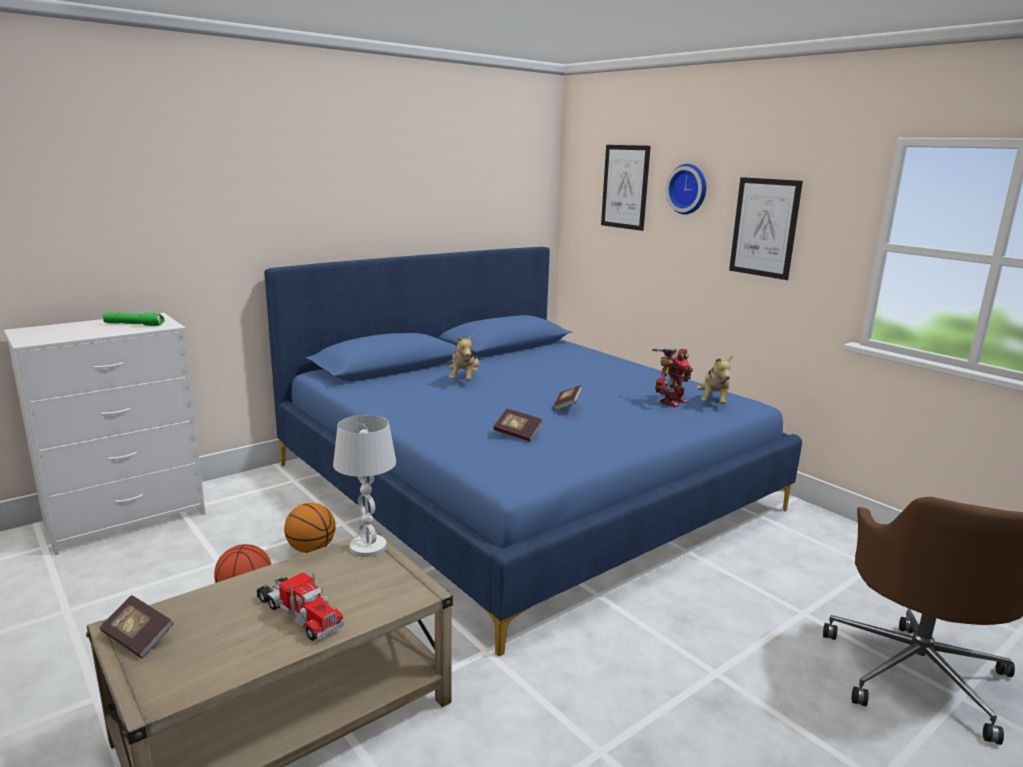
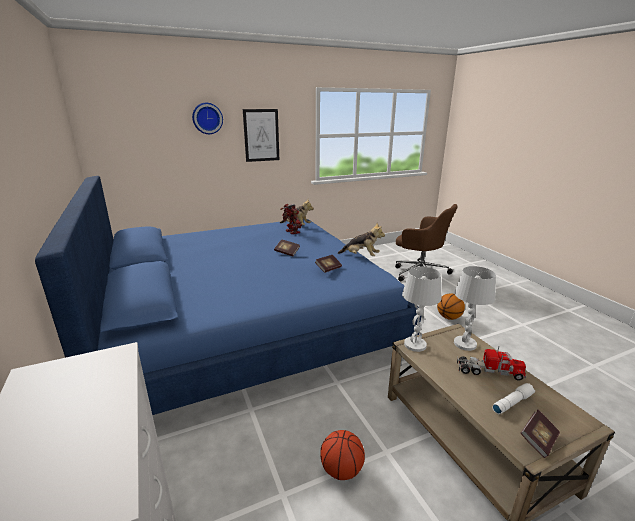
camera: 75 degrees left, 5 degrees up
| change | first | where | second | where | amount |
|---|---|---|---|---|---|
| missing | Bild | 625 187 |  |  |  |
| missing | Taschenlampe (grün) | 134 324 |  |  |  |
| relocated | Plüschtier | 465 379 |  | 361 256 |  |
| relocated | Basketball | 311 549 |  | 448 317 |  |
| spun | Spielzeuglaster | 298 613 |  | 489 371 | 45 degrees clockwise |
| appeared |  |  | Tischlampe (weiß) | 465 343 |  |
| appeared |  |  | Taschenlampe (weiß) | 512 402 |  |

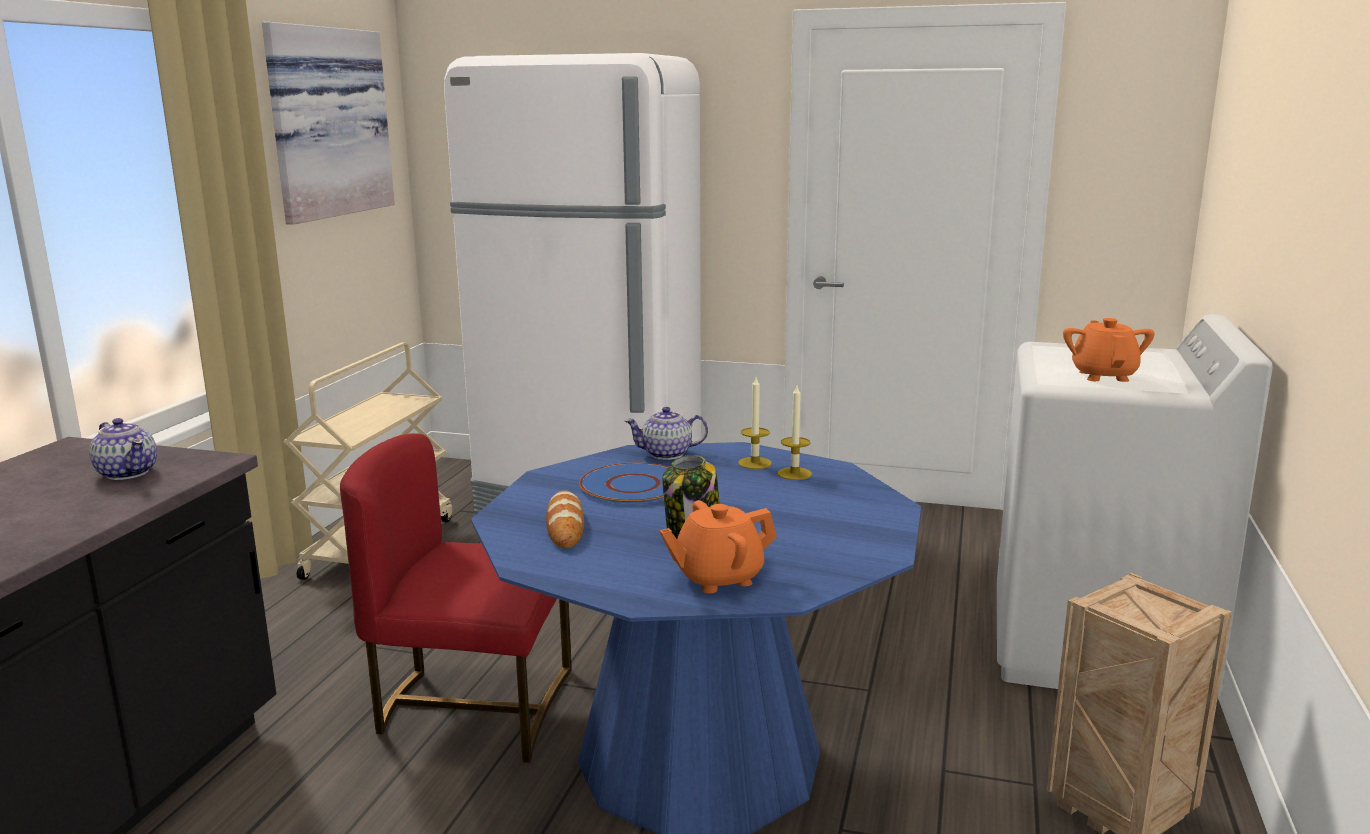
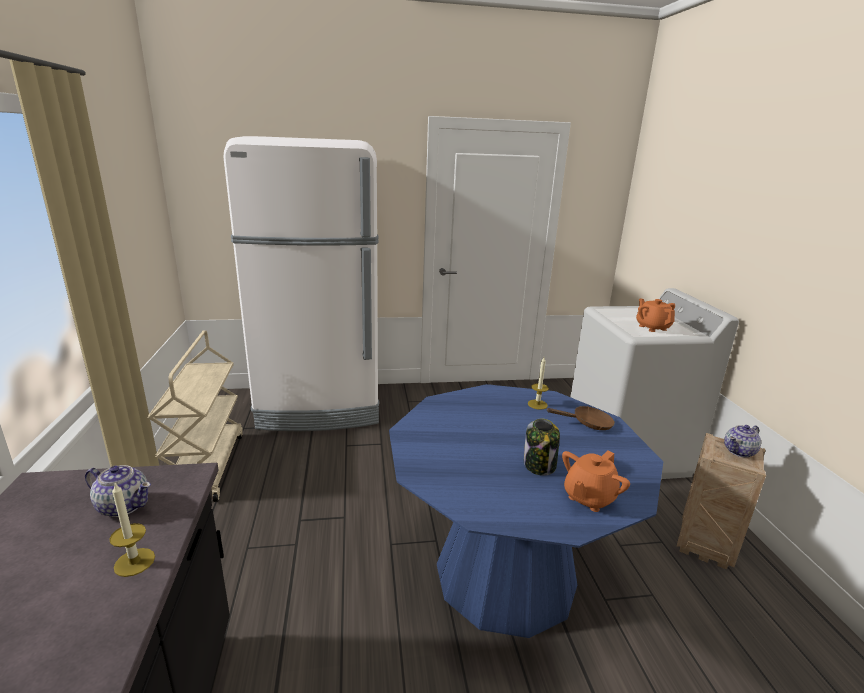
camera: 25 degrees left, 5 degrees up
| change | first | where | second | where | amount |
|---|---|---|---|---|---|
| missing | Bild | 325 122 |  |  |  |
| relocated | Kerze | 754 463 |  | 134 562 |  |
| relocated | Teekanne | 667 454 |  | 739 451 |  |
| missing | Stuhl (rot) | 473 707 |  |  |  |
| missing | Teller (blau) | 634 485 |  |  |  |
| missing | Brot | 565 525 |  |  |  |
| appeared |  |  | Pfanne (braun) | 588 423 |  |

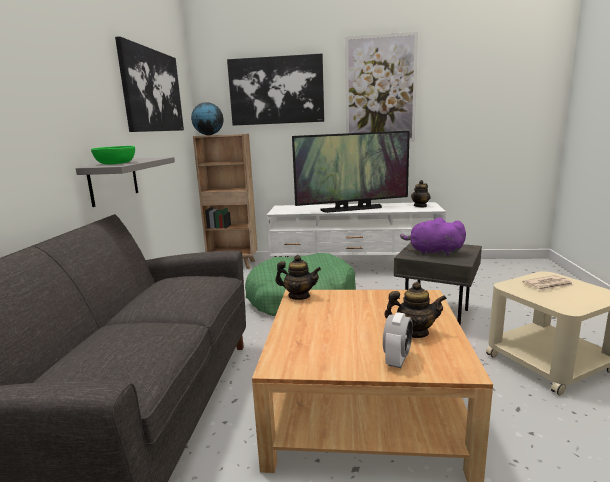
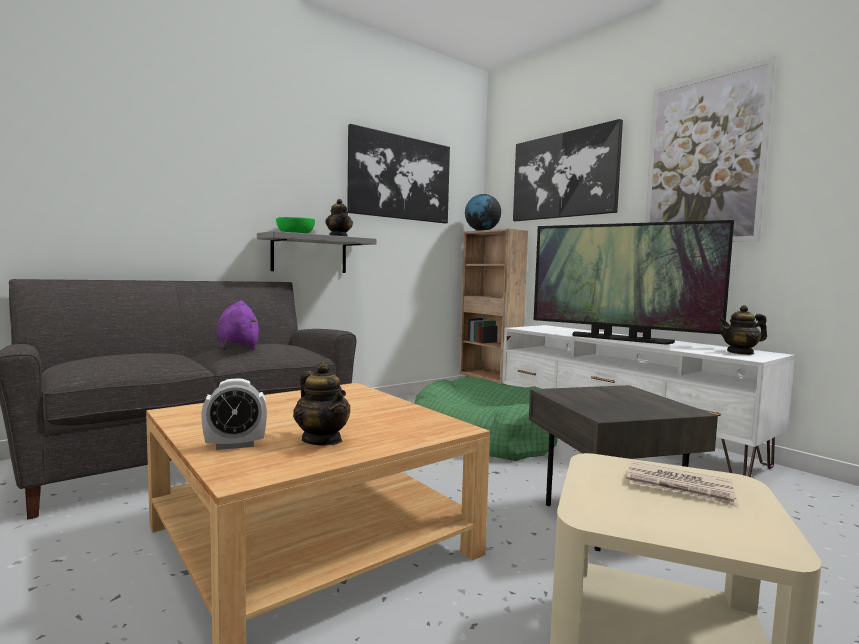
camera: 45 degrees right, 10 degrees down
| change | first | where | second | where | amount |
|---|---|---|---|---|---|
| relocated | Plüschtier (lila) | 433 252 |  | 238 348 |  |
| relocated | Teekanne | 299 296 |  | 339 236 |  |

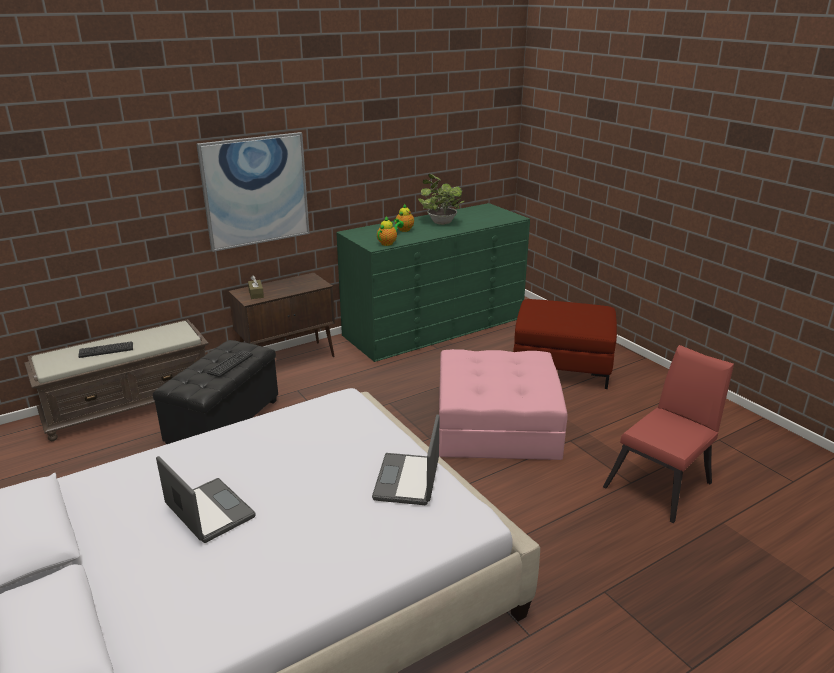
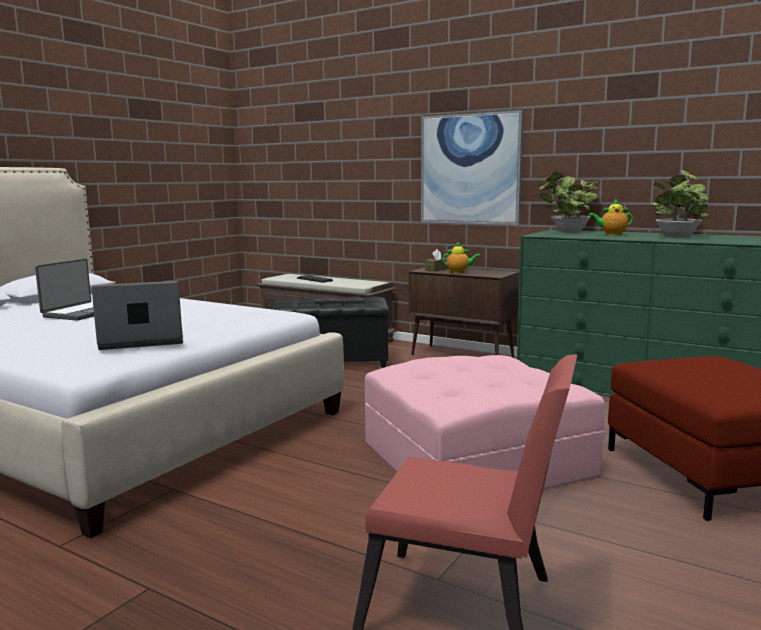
camera: 65 degrees right, 15 degrees down
| change | first | where | second | where | amount |
|---|---|---|---|---|---|
| relocated | Teekanne | 388 243 |  | 459 272 |  |
| appeared |  |  | Topfpflanze | 567 232 |  |

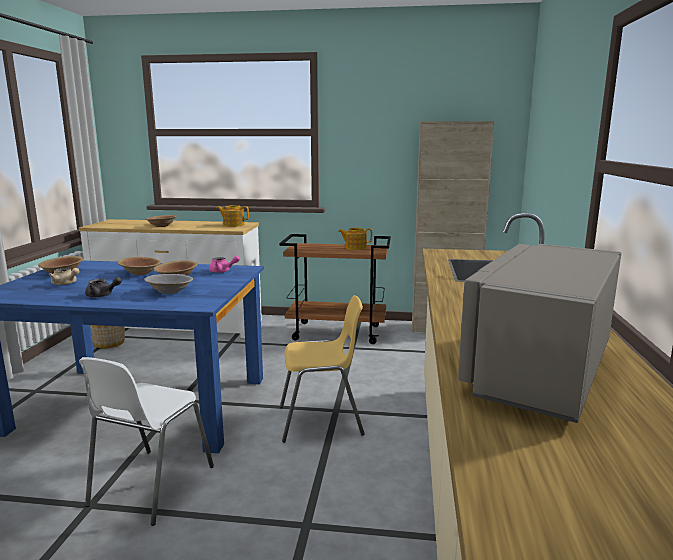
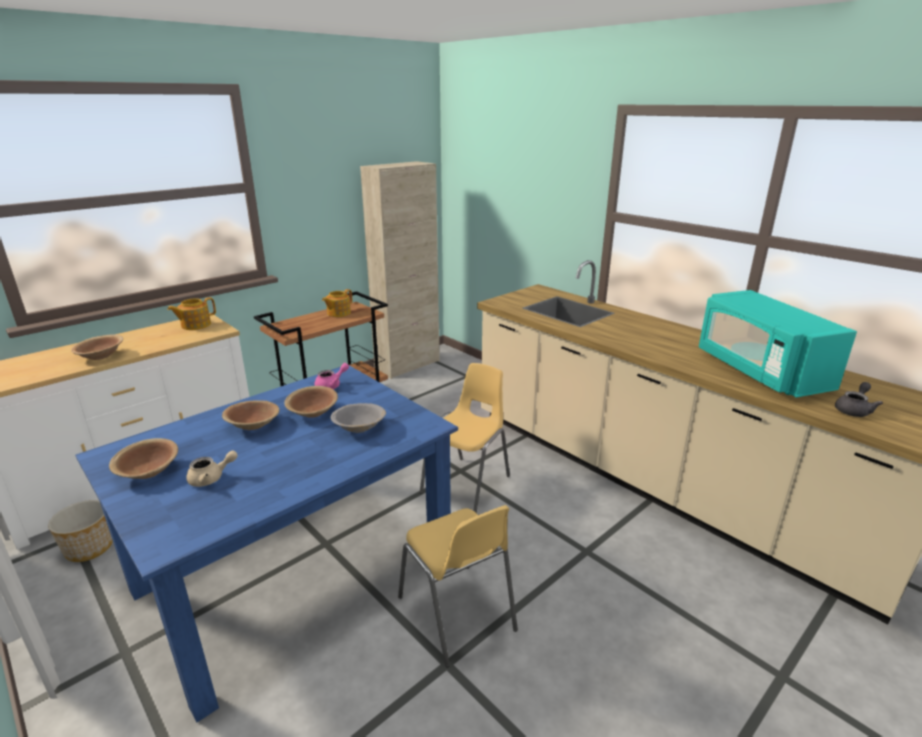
camera: 50 degrees left, 10 degrees up
| change | first | where | second | where | amount |
|---|---|---|---|---|---|
| colour | Mikrowelle (grau) | 539 369 | Mikrowelle (türkis) | 759 371 |  |
| relocated | Teekanne (grau) | 102 295 |  | 854 410 |  |
| colour | Stuhl (weiß) | 150 486 | Stuhl (gelb) | 457 614 |  |

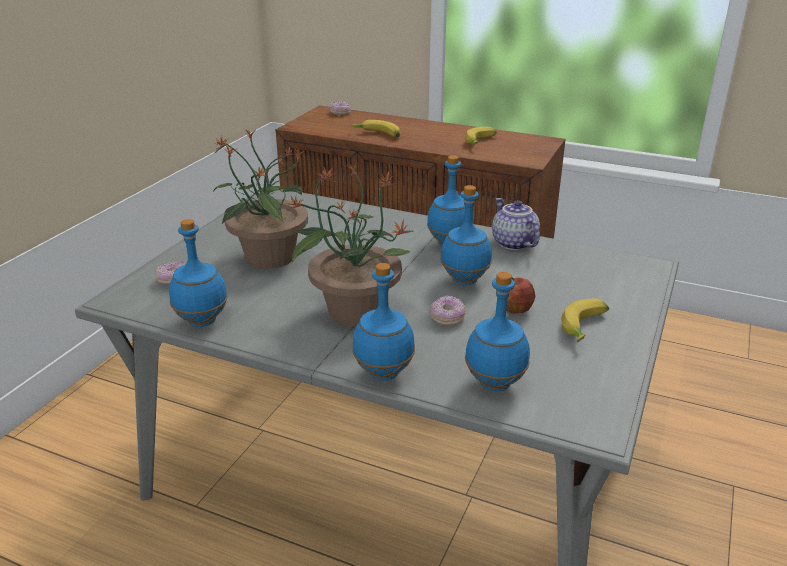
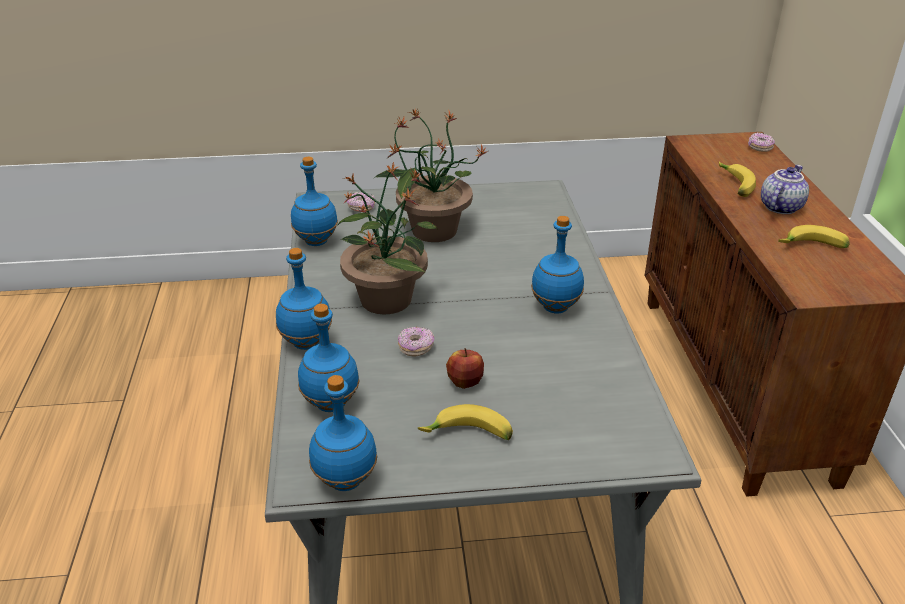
camera: 60 degrees right, 5 degrees up
| change | first | where | second | where | amount |
|---|---|---|---|---|---|
| relocated | Flasche (blau) | 465 281 |  | 345 481 |  |
| relocated | Teekanne | 512 243 |  | 779 207 |  |

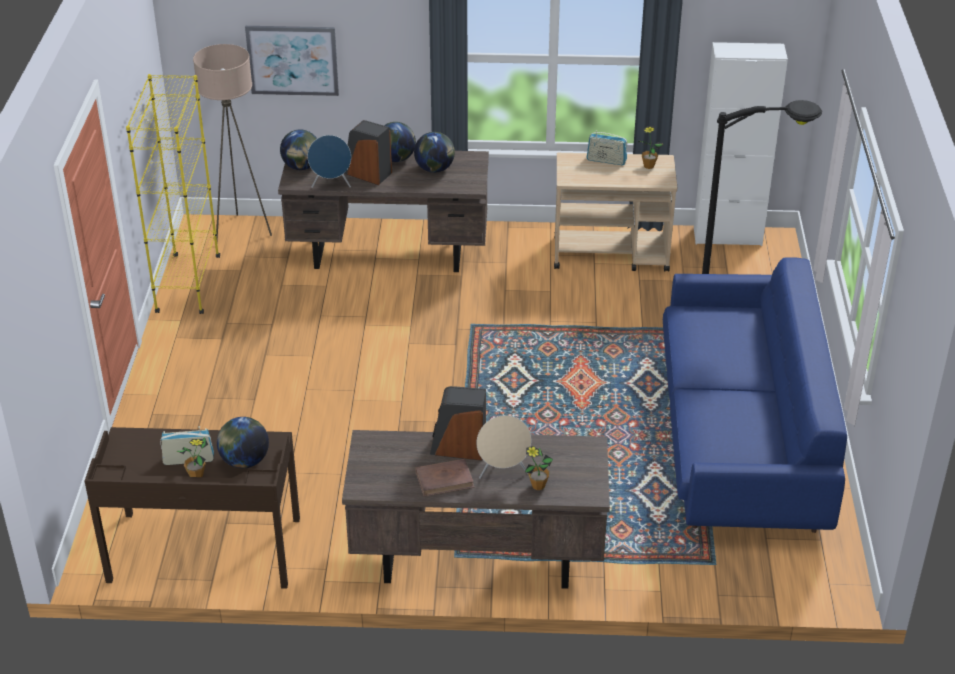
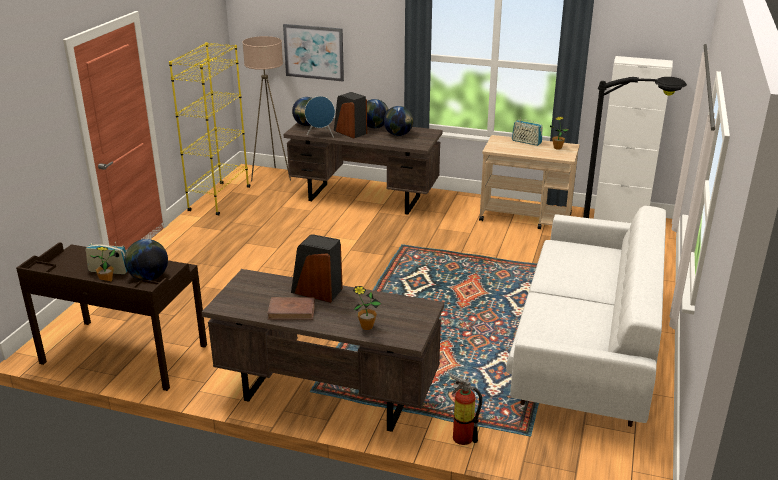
camera: 15 degrees right, 10 degrees down
| change | first | where | second | where | amount |
|---|---|---|---|---|---|
| colour | Sofa (blau) | 740 438 | Sofa (weiß) | 585 346 |  |
| missing | Lautsprecher (beige) | 503 472 |  |  |  |
| appeared |  |  | Feuerlöscher | 461 436 |  |

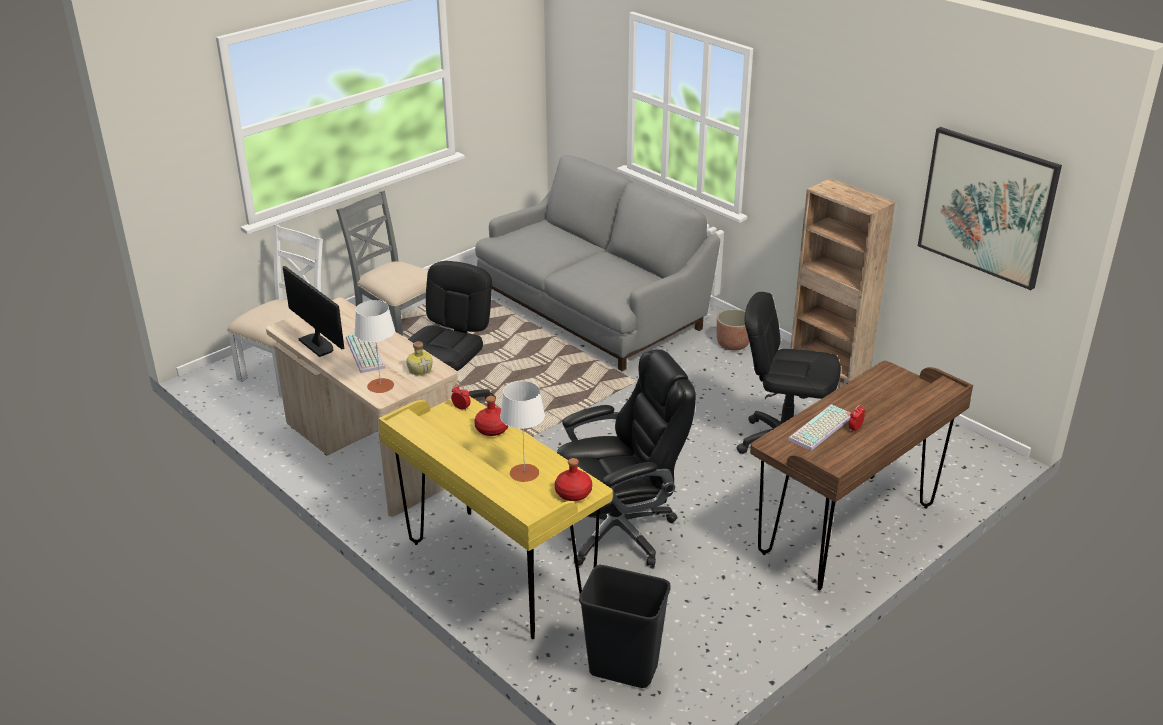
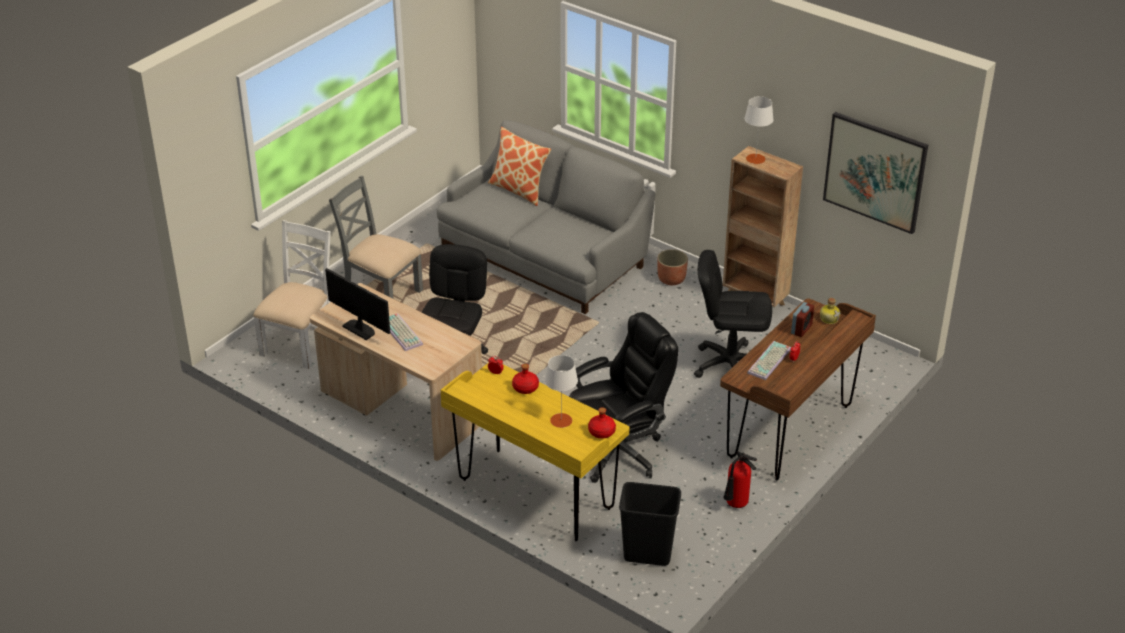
camera: 10 degrees left, 5 degrees up
| change | first | where | second | where | amount |
|---|---|---|---|---|---|
| relocated | Tischlampe (weiß) | 380 385 |  | 755 158 |  |
| relocated | Flasche | 420 369 |  | 829 318 |  |
| appeared |  |  | Kissen | 519 190 |  |
| appeared |  |  | Wecker | 801 329 |  |
| appeared |  |  | Feuerlöscher | 735 505 |  |

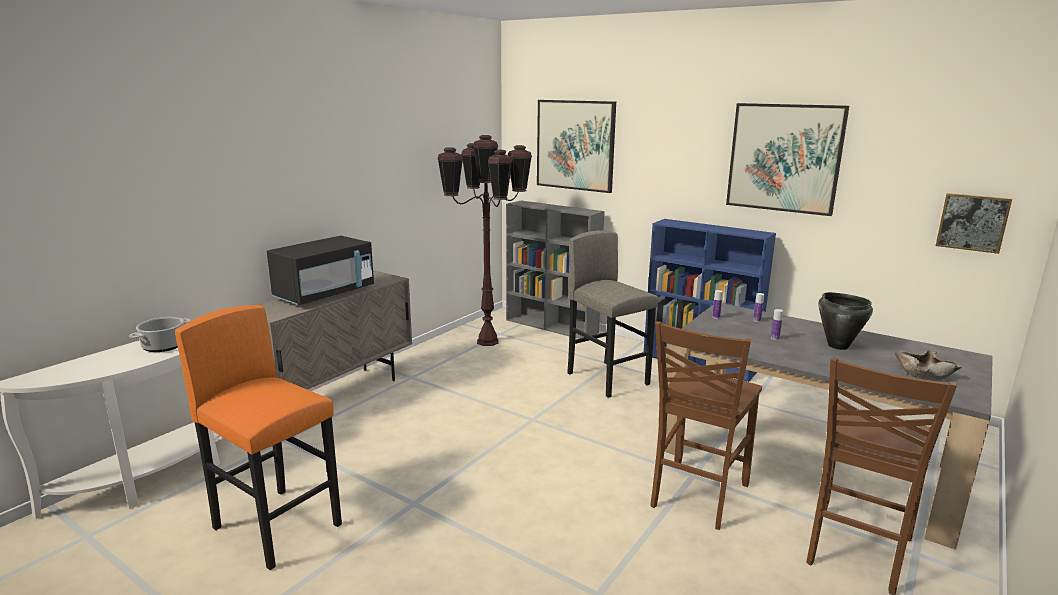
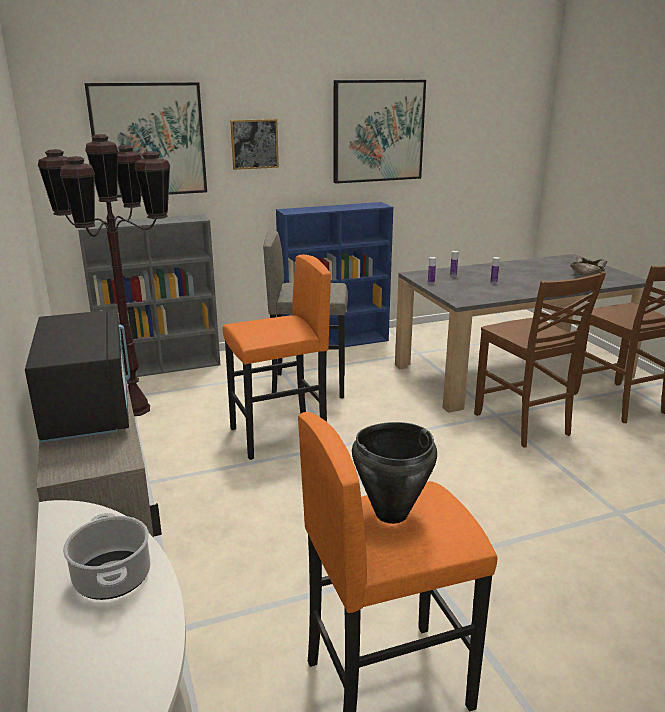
camera: 55 degrees left, 5 degrees up
| change | first | where | second | where | amount |
|---|---|---|---|---|---|
| relocated | Bild | 972 222 |  | 254 144 |  |
| relocated | Kochtopf (schwarz) | 837 346 |  | 390 513 |  |
| appeared |  |  | Hocker (orange) | 279 436 |  |

